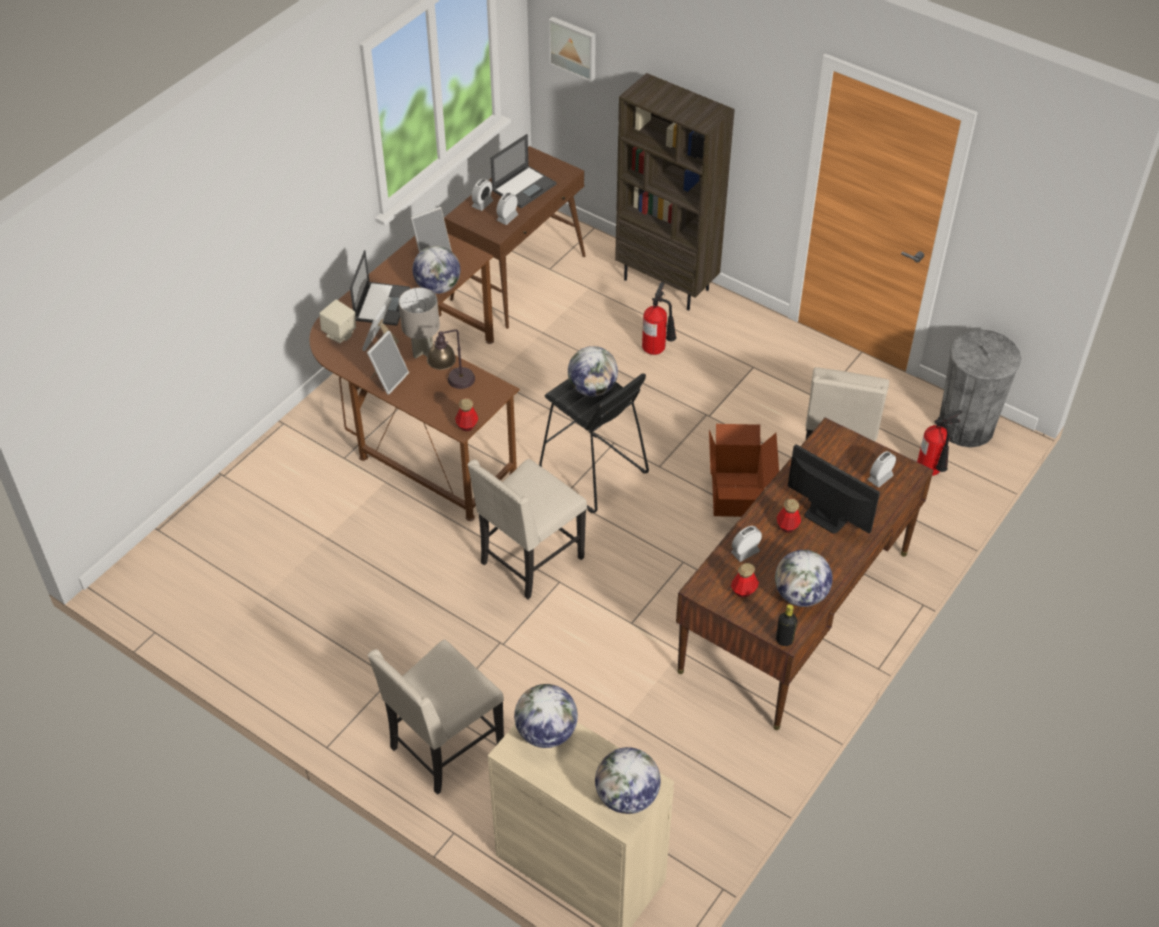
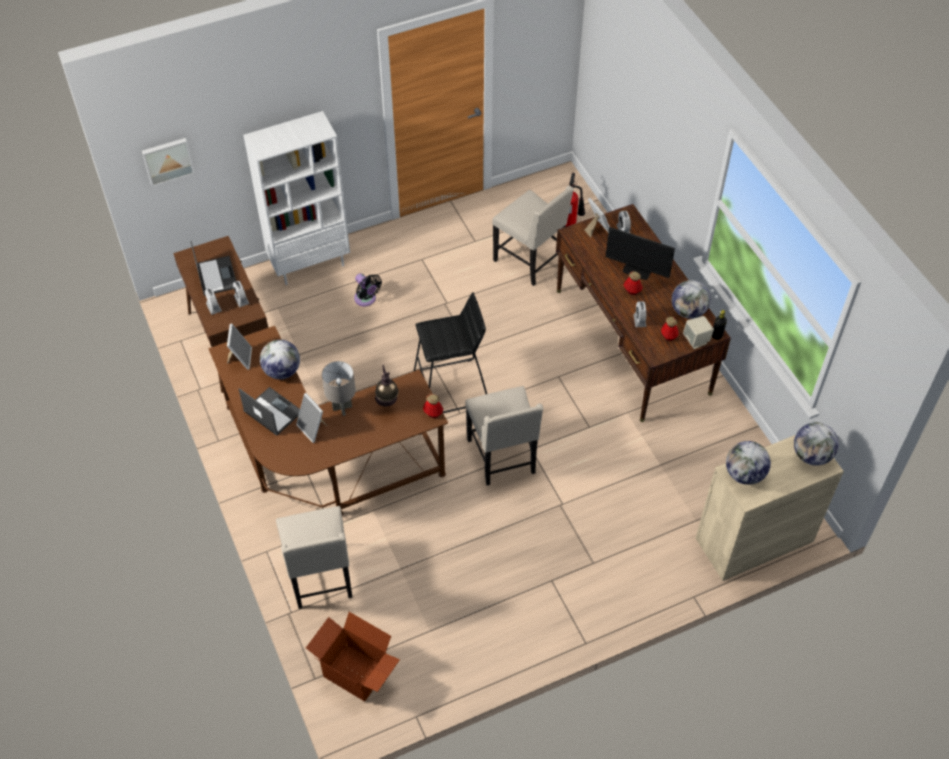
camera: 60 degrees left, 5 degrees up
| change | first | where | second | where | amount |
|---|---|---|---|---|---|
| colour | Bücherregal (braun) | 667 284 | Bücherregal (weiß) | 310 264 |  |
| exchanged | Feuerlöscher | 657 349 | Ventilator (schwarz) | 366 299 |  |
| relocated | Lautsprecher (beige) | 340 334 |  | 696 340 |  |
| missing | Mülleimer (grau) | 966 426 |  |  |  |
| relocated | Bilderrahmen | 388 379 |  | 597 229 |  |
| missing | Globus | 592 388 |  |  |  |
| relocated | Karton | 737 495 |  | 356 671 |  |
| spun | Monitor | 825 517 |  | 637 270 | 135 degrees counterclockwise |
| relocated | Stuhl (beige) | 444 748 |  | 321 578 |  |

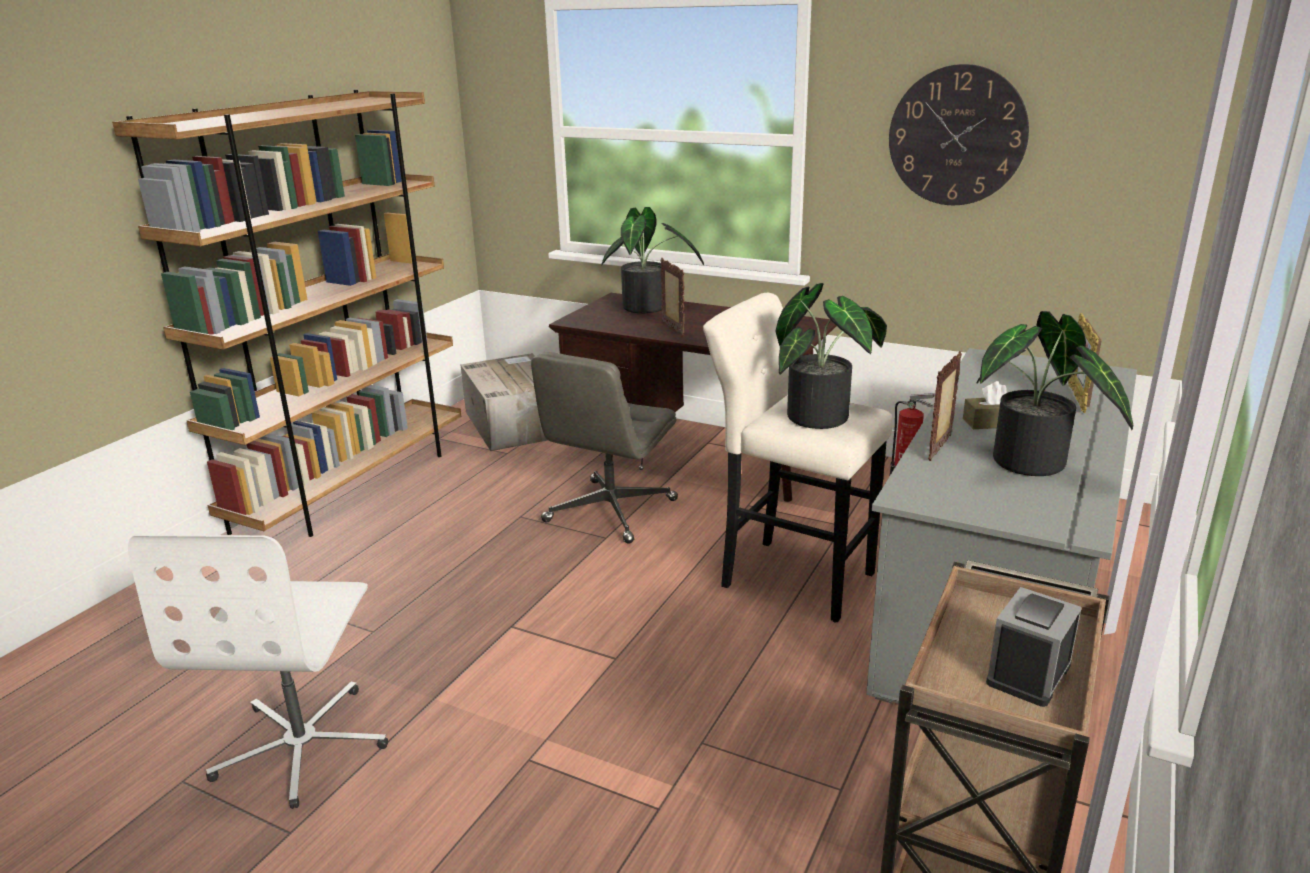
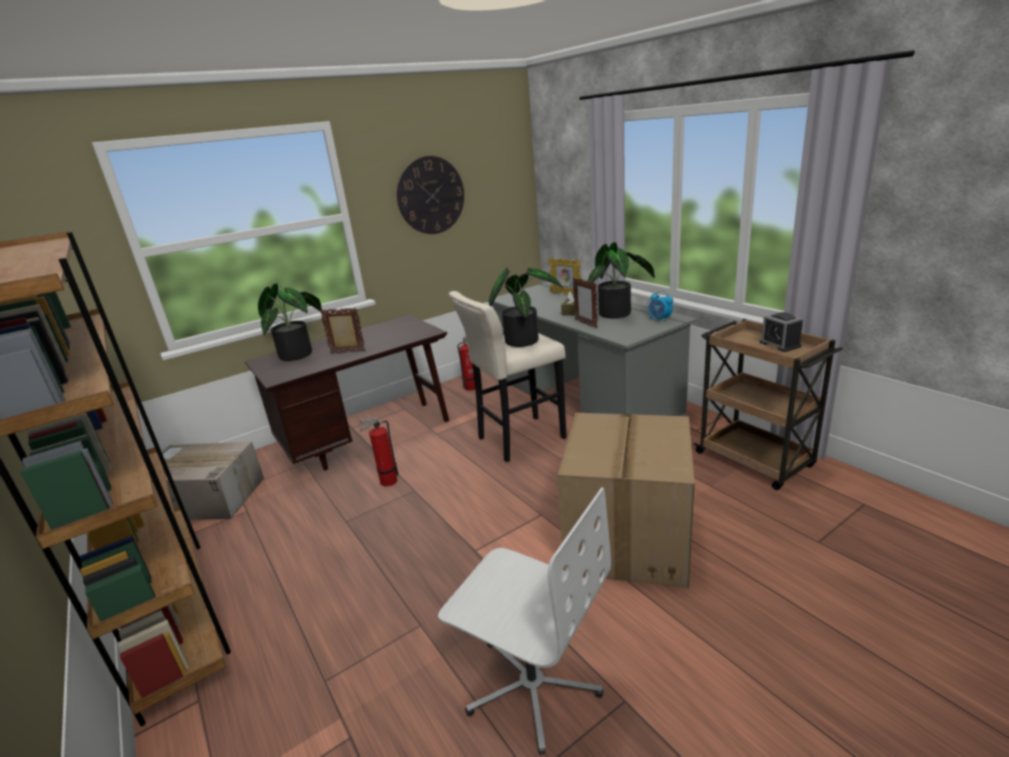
camera: 60 degrees left, 0 degrees up
| change | first | where | second | where | amount |
|---|---|---|---|---|---|
| exchanged | Bürostuhl (grau) | 610 512 | Feuerlöscher | 386 482 |  |
| appeared |  |  | Wecker | 660 319 |  |
| appeared |  |  | Karton | 626 538 |  |

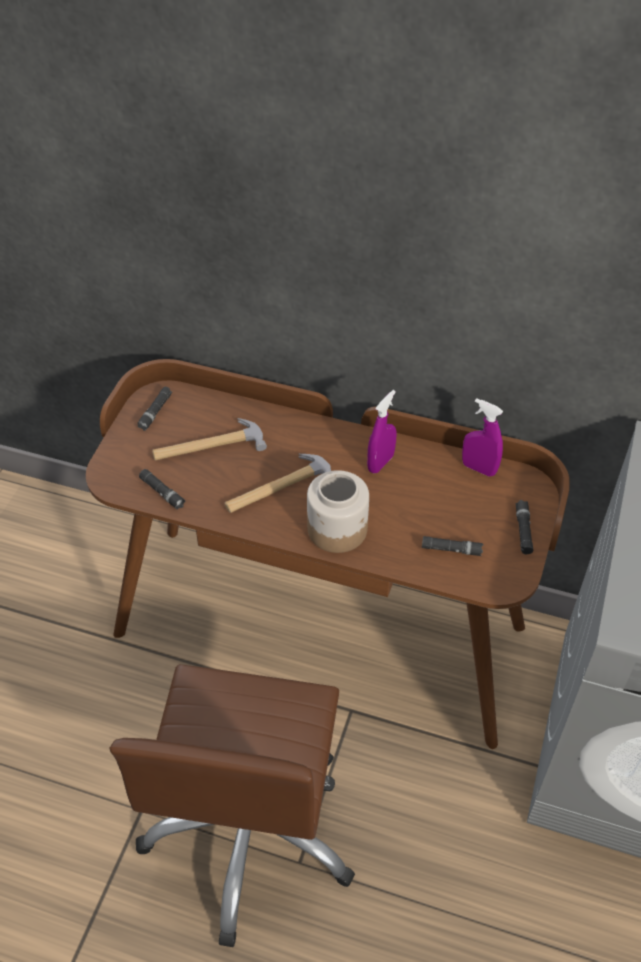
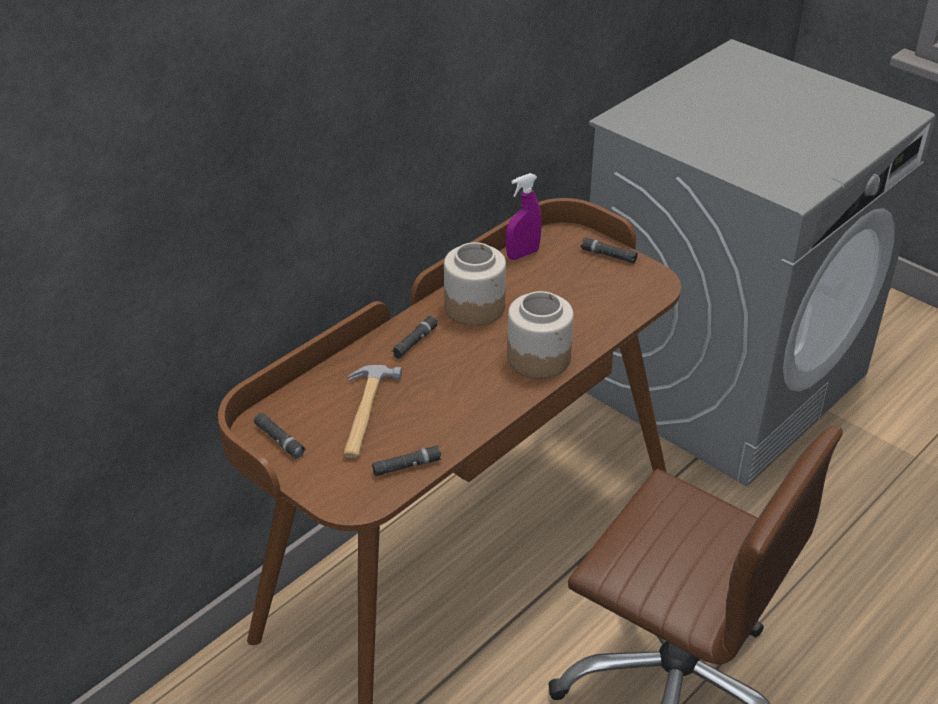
camera: 65 degrees left, 10 degrees down
| change | first | where | second | where | amount |
|---|---|---|---|---|---|
| exchanged | Sprühflasche (lila) | 380 463 | Vorratsglas | 475 307 |  |
| missing | Hammer | 277 487 |  |  |  |
| relocated | Taschenlampe (schwarz) | 451 549 |  | 415 342 |  |

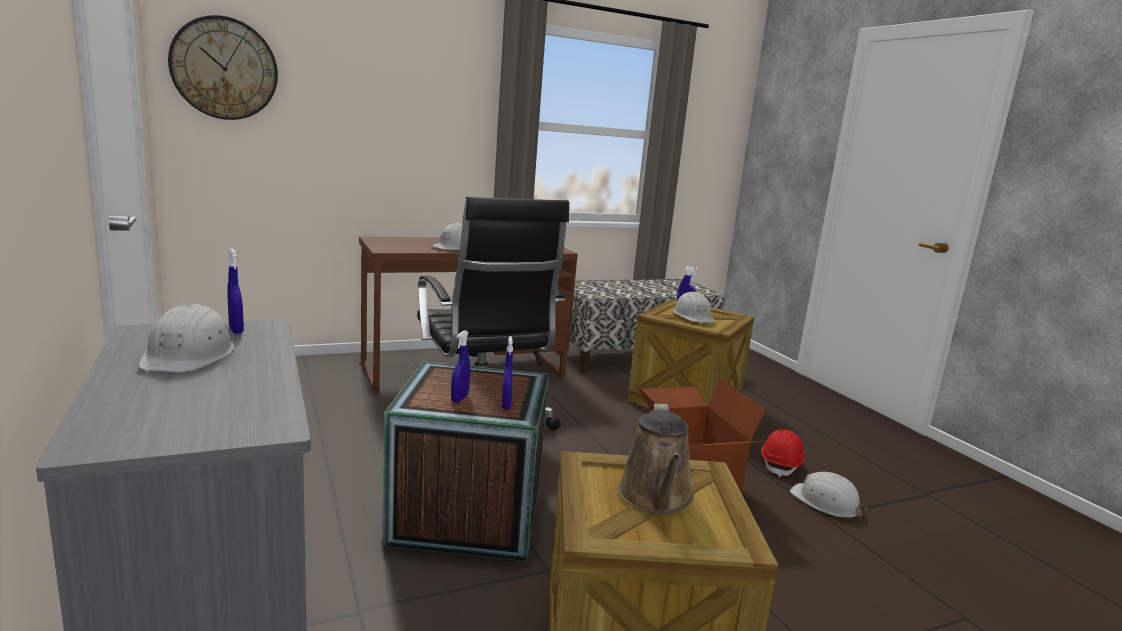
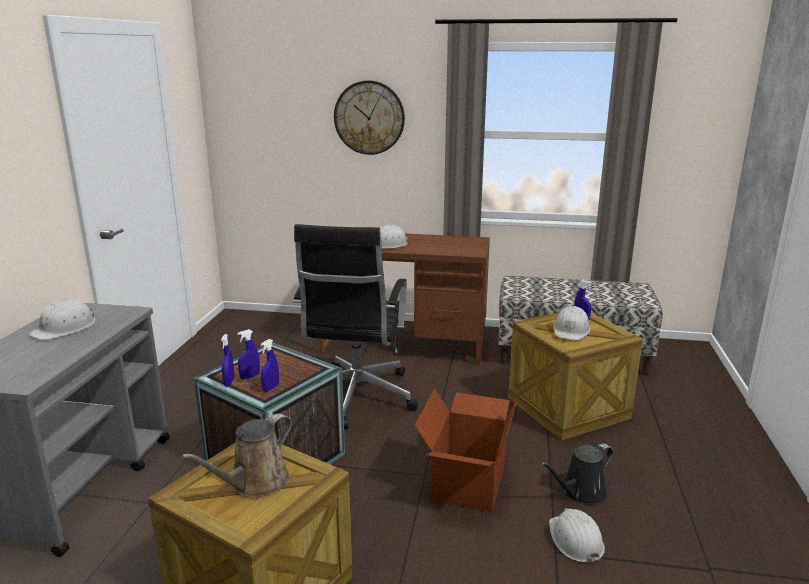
camera: 35 degrees right, 5 degrees up
| change | first | where | second | where | amount |
|---|---|---|---|---|---|
| relocated | Wanduhr | 224 68 |  | 369 118 |  |
| relocated | Sprühflasche (blau) | 236 330 |  | 229 382 |  |
| exchanged | Schutzhelm (rot) | 781 464 | Gießkanne (schwarz) | 580 493 |  |

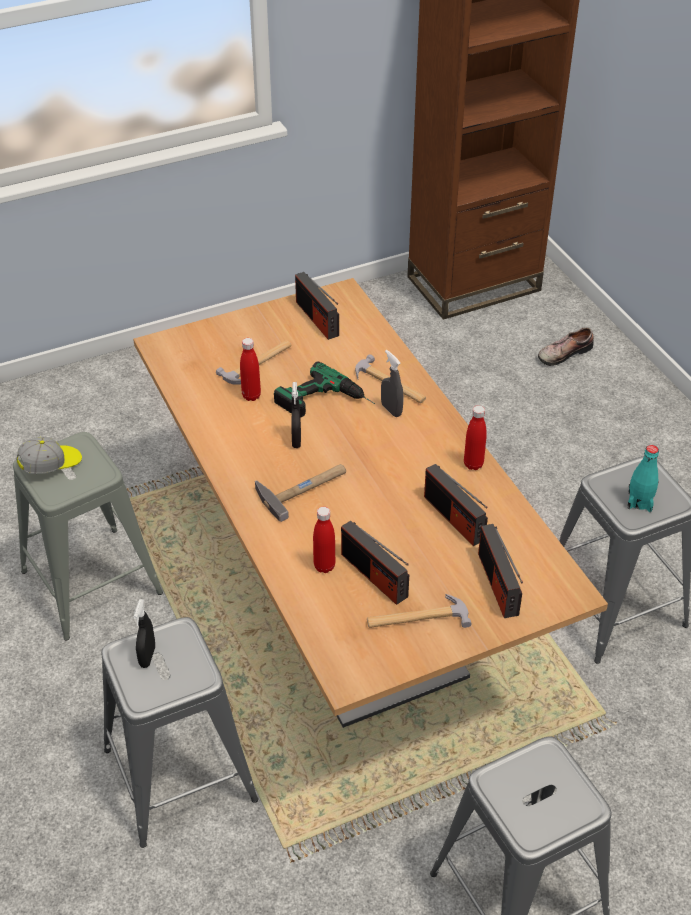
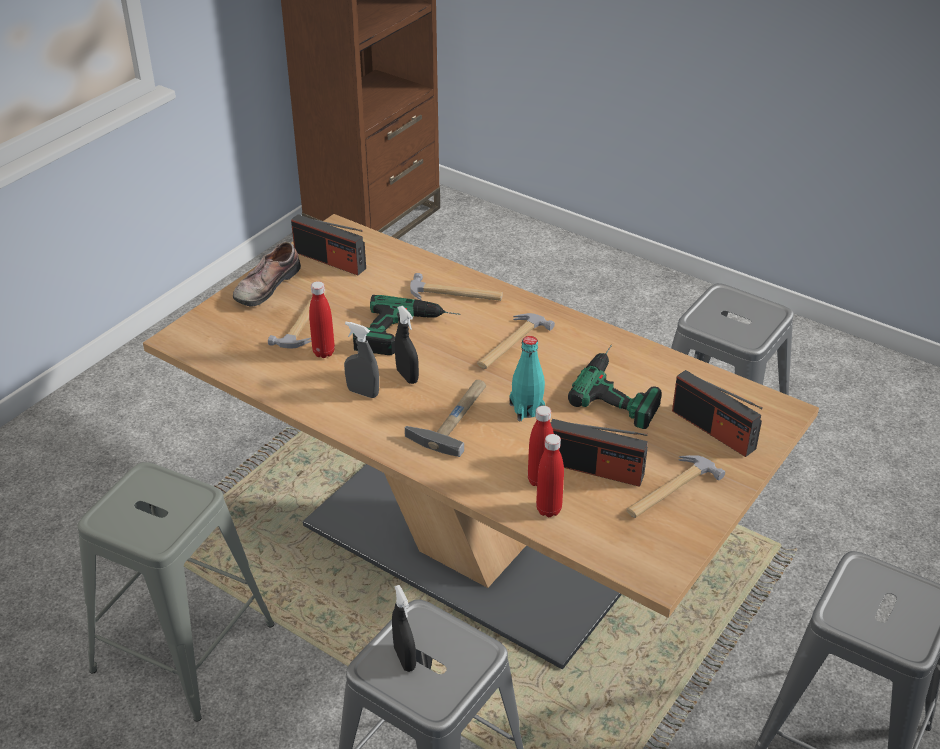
camera: 30 degrees left, 5 degrees down
| change | first | where | second | where | amount |
|---|---|---|---|---|---|
| relocated | Schuh | 563 353 |  | 265 285 |  |
| relocated | Sprühflasche (grau) | 391 410 |  | 363 392 |  |
| relocated | Flasche (rot) | 473 464 |  | 548 509 |  |
| missing | Kappe | 51 465 |  |  |  |
| relocated | Flasche (türkis) | 639 502 |  | 527 409 |  |
| exchanged | Radio | 454 518 | Bohrmaschine | 622 388 |  |
| appeared |  |  | Hammer | 510 344 |  |

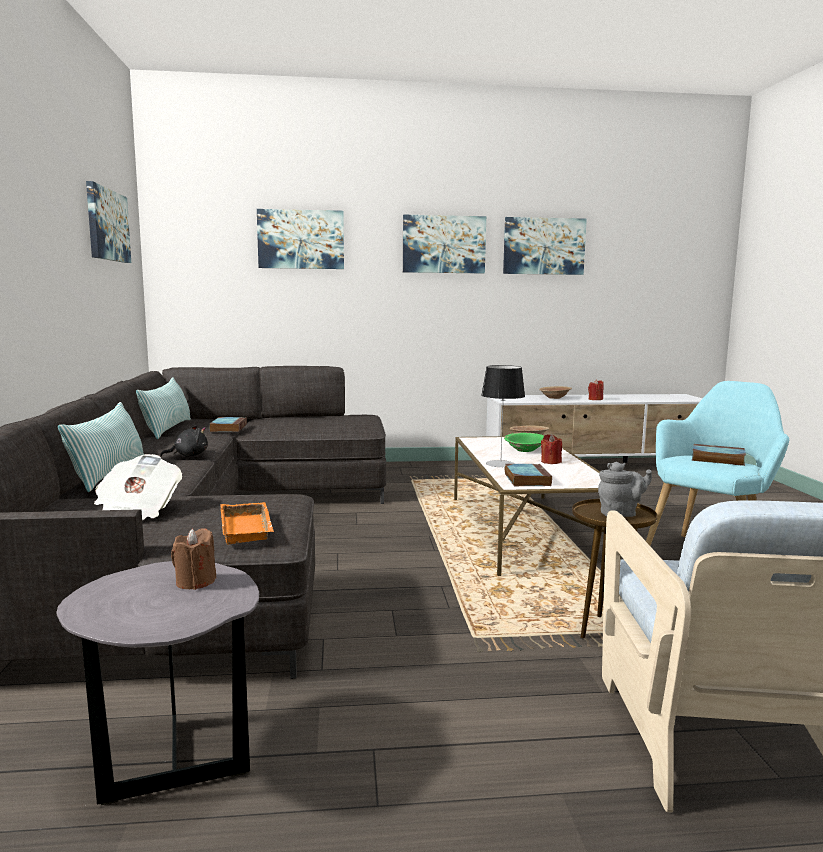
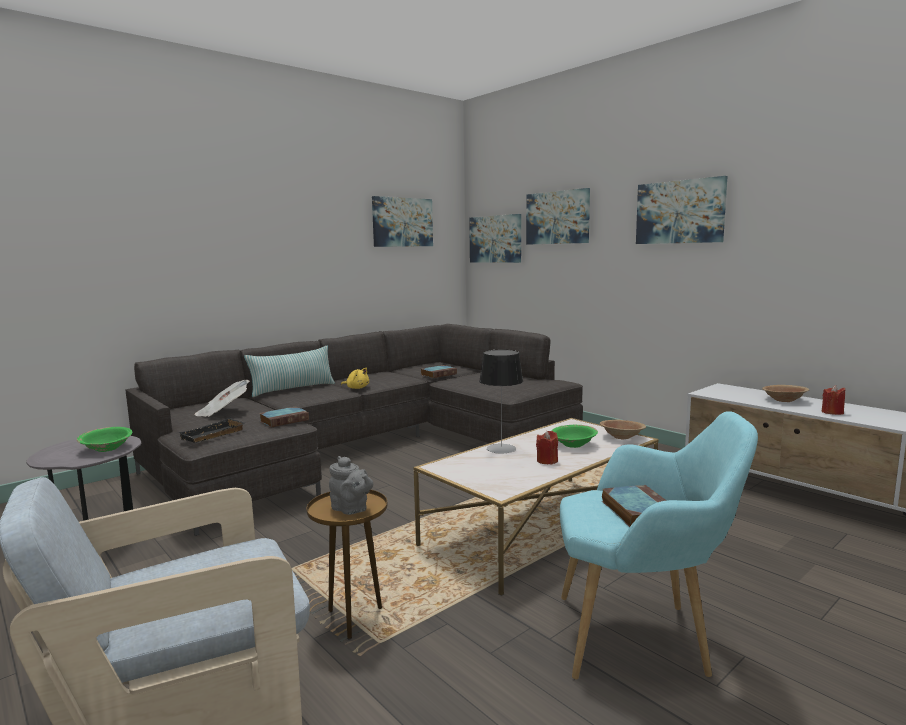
camera: 55 degrees right, 0 degrees up
| change | first | where | second | where | amount |
|---|---|---|---|---|---|
| relocated | Bild | 543 246 |  | 495 239 |  |
| missing | Kissen | 167 429 |  |  |  |
| colour | Plüschtier (schwarz) | 188 455 | Plüschtier (gelb) | 357 388 |  |
| relocated | Buch | 526 479 |  | 285 420 |  |
| colour | Tablett (orange) | 249 529 | Tablett (schwarz) | 213 435 |  |
| exchanged | Kerze (braun) | 195 582 | Schüssel (grün) | 107 449 |  |

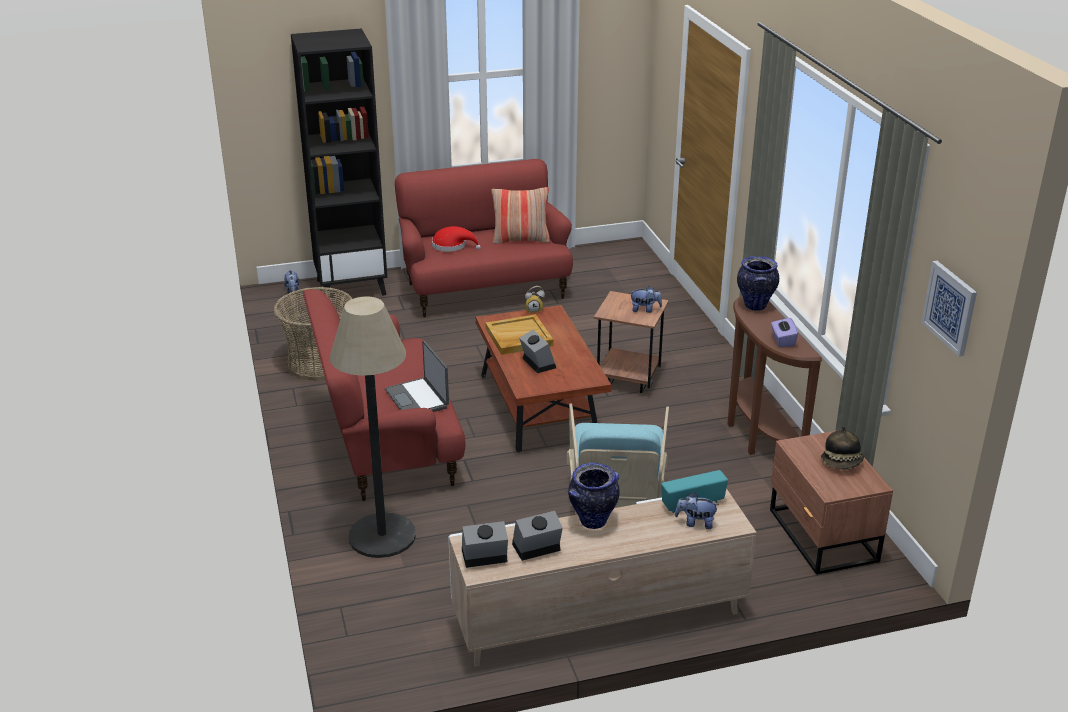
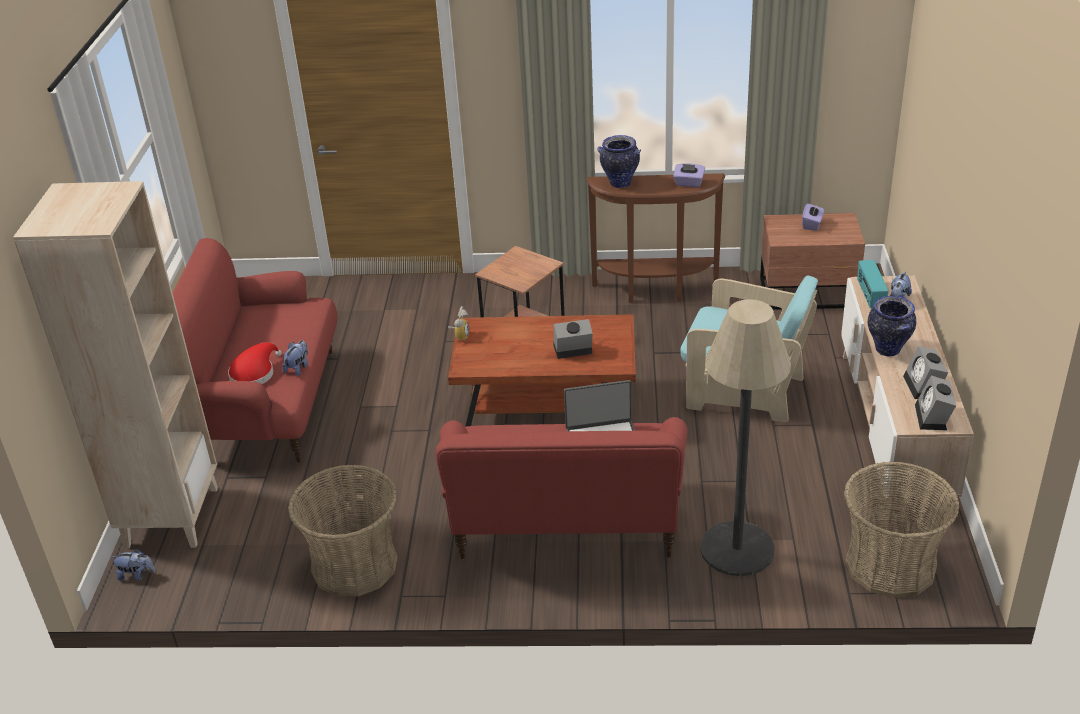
camera: 70 degrees left, 5 degrees up
| change | first | where | second | where | amount |
|---|---|---|---|---|---|
| colour | Bücherregal (schwarz) | 352 287 | Bücherregal (beige) | 171 516 |  |
| missing | Kissen | 521 239 |  |  |  |
| missing | Bild | 950 307 |  |  |  |
| relocated | Plüschtier | 645 310 |  | 298 368 |  |
| missing | Tablett (beige) | 518 337 |  |  |  |
| exchanged | Hut | 842 463 | Taschentuchbox (lila) | 812 224 |  |
| appeared |  |  | Korb | 890 565 |  |

